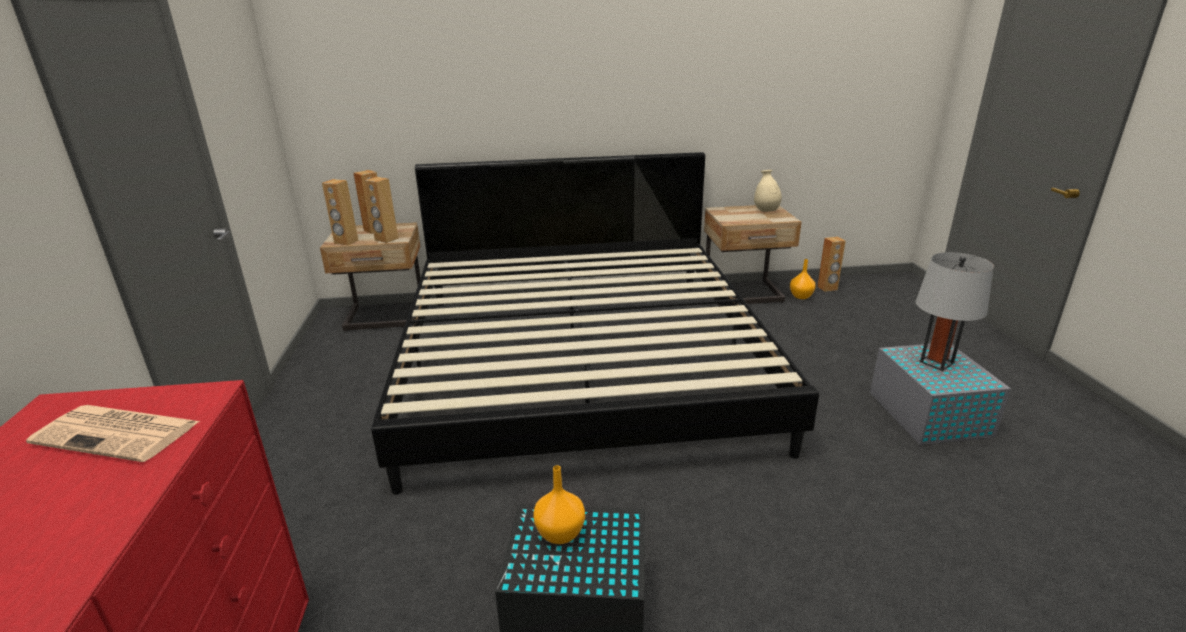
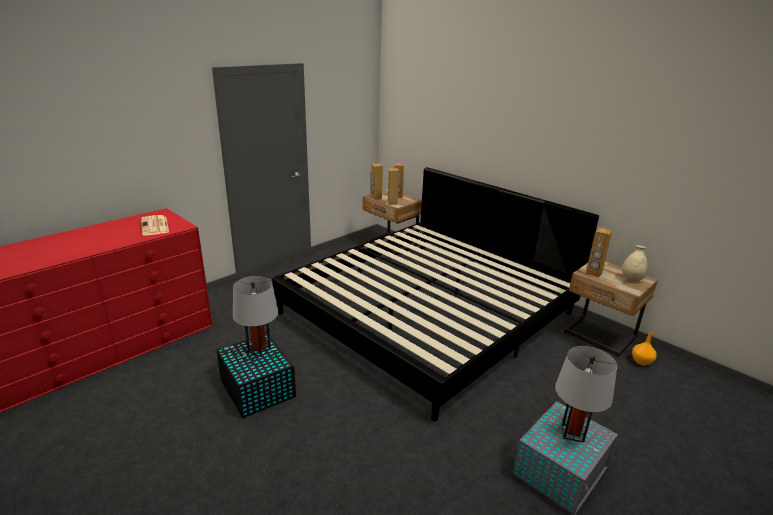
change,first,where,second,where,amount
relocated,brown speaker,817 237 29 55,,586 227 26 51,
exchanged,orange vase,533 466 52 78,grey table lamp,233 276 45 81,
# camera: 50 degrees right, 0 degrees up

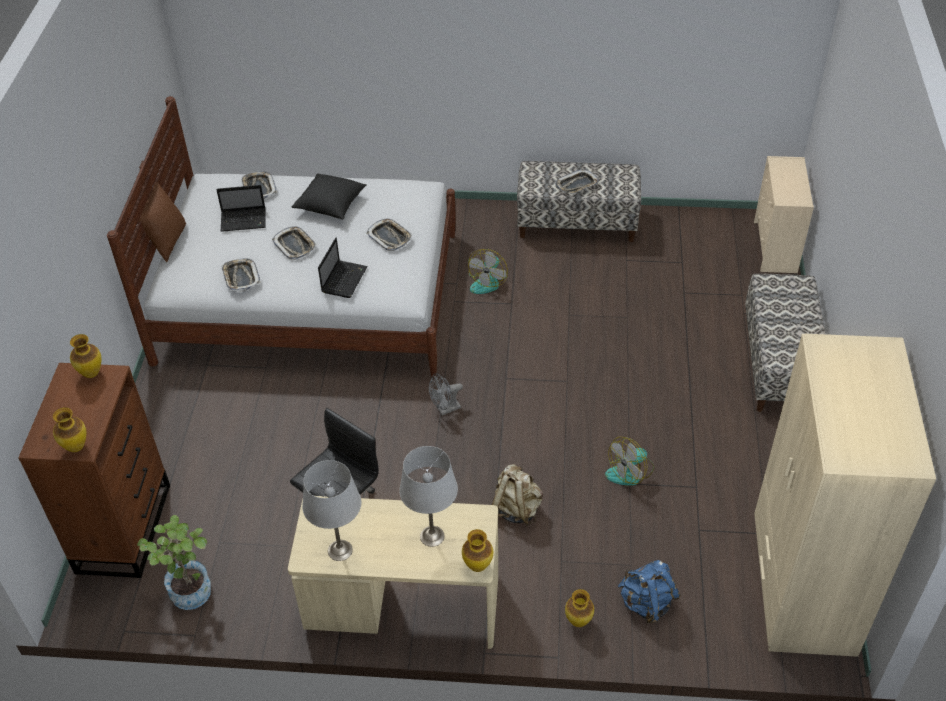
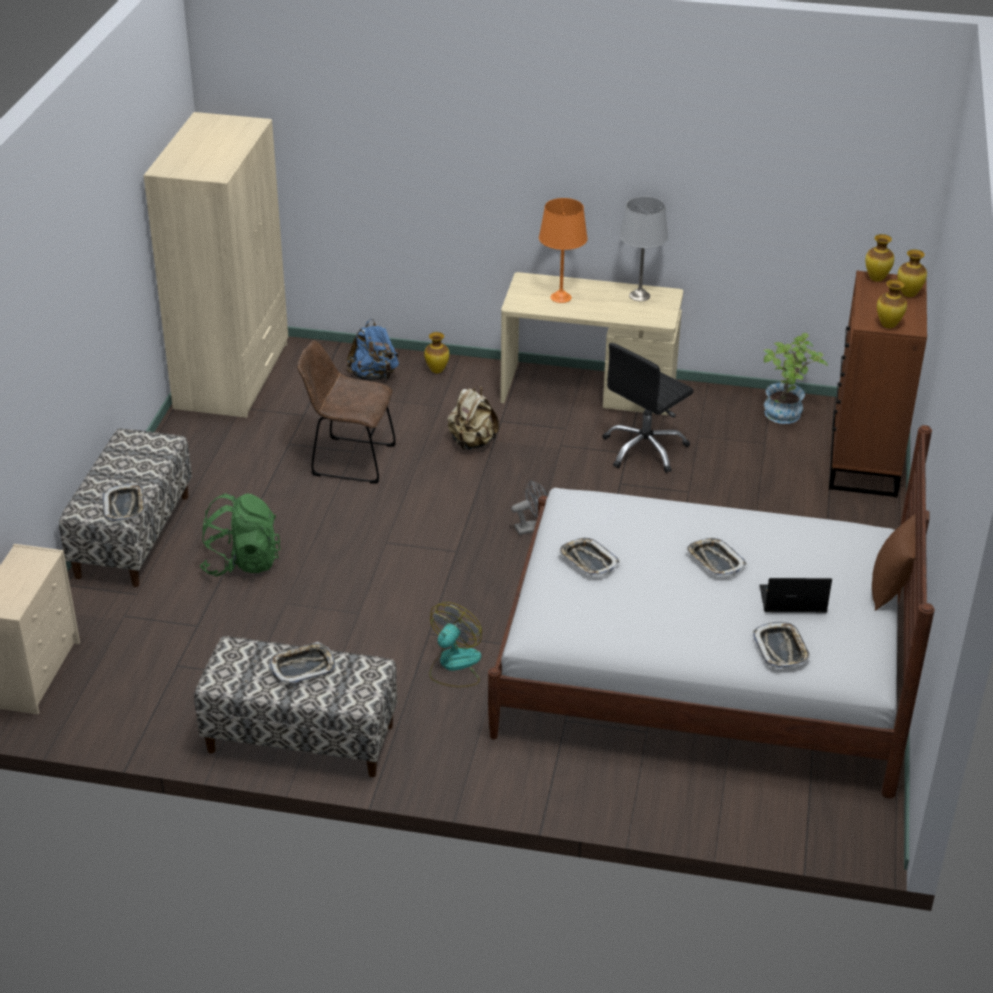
change,first,where,second,where,amount
missing,black pillow,292 173 75 47,,,
missing,laptop,318 238 50 60,,,
appeared,,,green backpack,200 493 80 84,
relocated,tray,221 259 39 33,,102 484 43 37,
relocated,vase,462 529 31 43,,898 249 29 48,
exchanged,fan,605 437 49 49,brown chair,297 340 99 144,
colour,grey table lamp,399 446 59 101,orange table lamp,539 198 49 105,
# camera: 175 degrees left, 10 degrees down

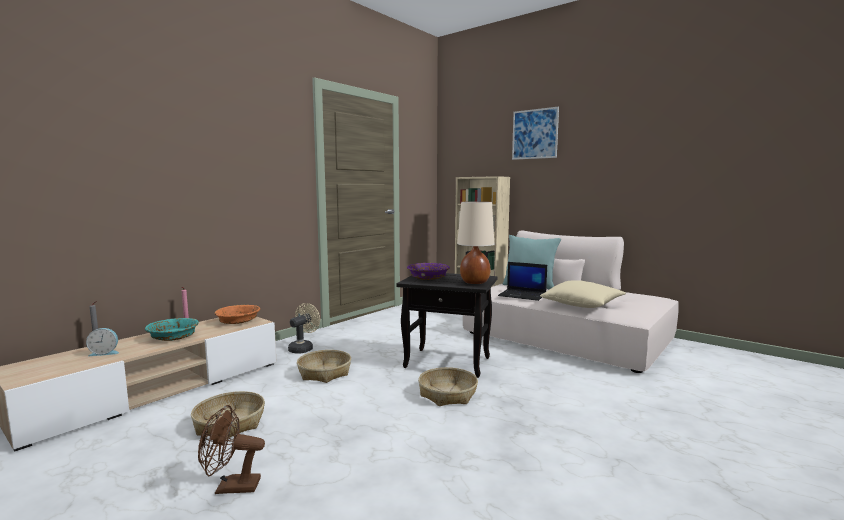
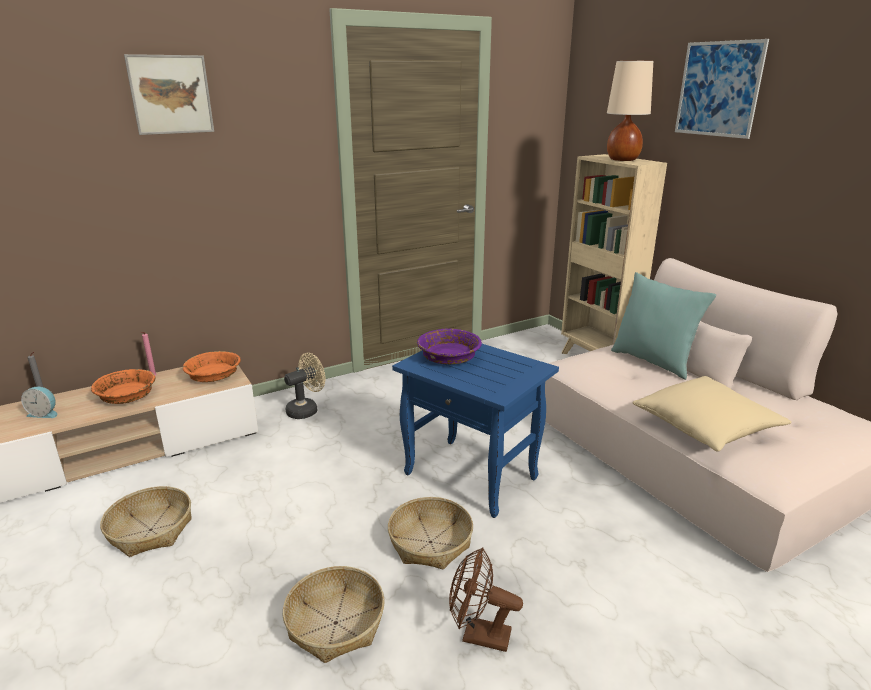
change,first,where,second,where,amount
missing,laptop,498 262 49 39,,,
appeared,,,picture,124 54 90 81,
relocated,brown fan,198 405 67 89,,449 548 74 104,
relocated,basket,297 350 54 33,,283 566 102 97,
relocated,beige table lamp,457 201 37 83,,607 61 46 100,
colour,turquoise bowl,145 318 54 23,orange bowl,91 369 65 35,
colour,black side table,396 273 102 105,blue side table,392 344 167 174,
# camera: 20 degrees right, 15 degrees up

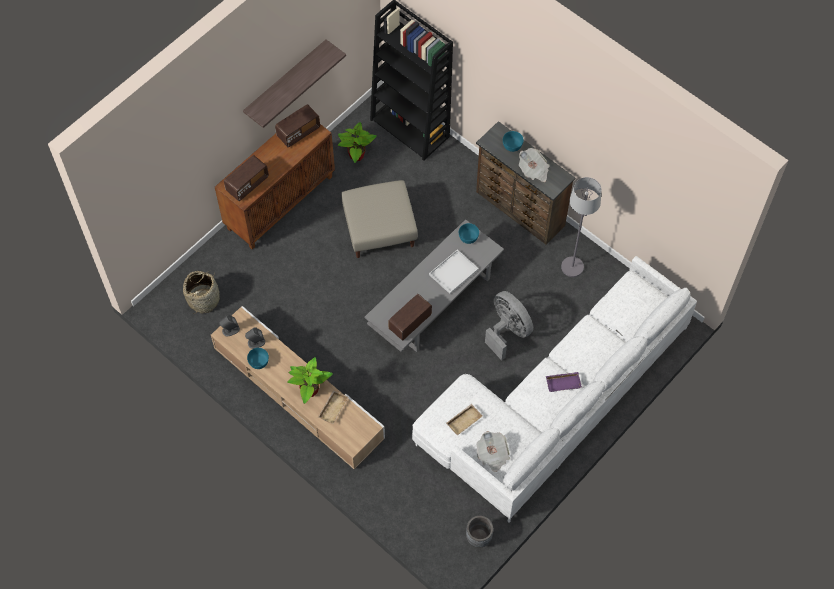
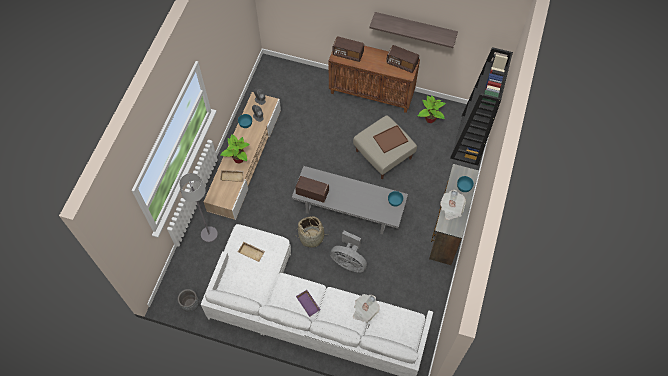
change,first,where,second,where,amount
missing,white tray,429 249 50 45,,,
appeared,,,brown tray,373 125 35 28,
relocated,basket,183 271 37 43,,297 216 31 31,
relocated,newspaper,476 431 34 41,,353 294 26 29,
relocated,grey floor lamp,561 177 40 100,,179 173 39 69,
spun,grey fan,485 291 48 69,,330 231 37 42,90 degrees clockwise
# camera: 65 degrees right, 0 degrees up

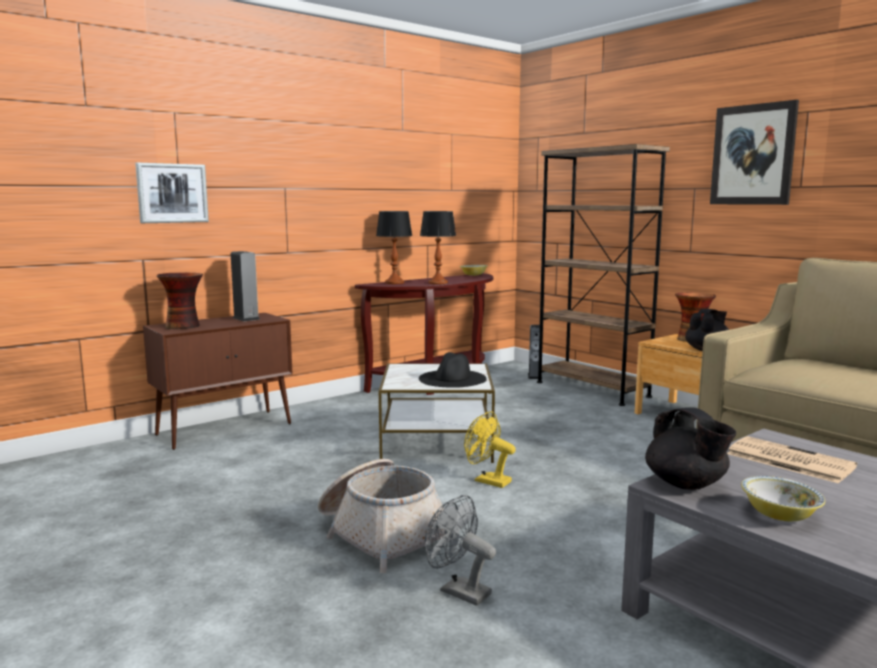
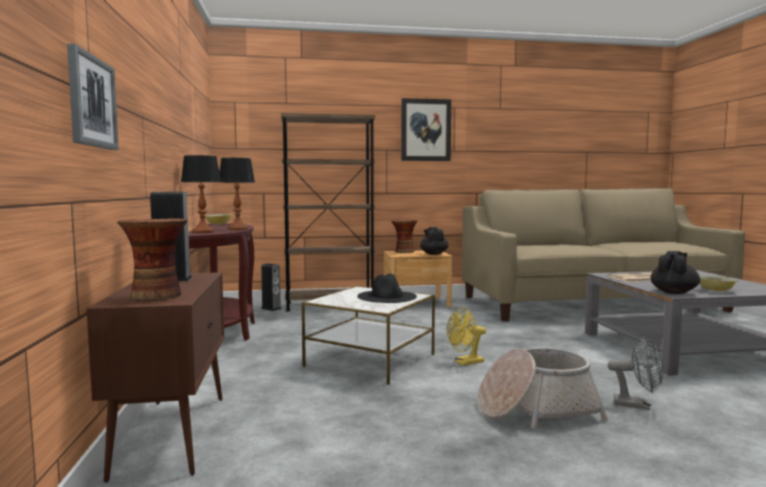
change,first,where,second,where,amount
spun,grey fan,425 495 71 111,,608 336 56 74,135 degrees counterclockwise
spun,black teapot,645 407 91 83,,651 251 49 43,60 degrees counterclockwise
# camera: 60 degrees left, 5 degrees down

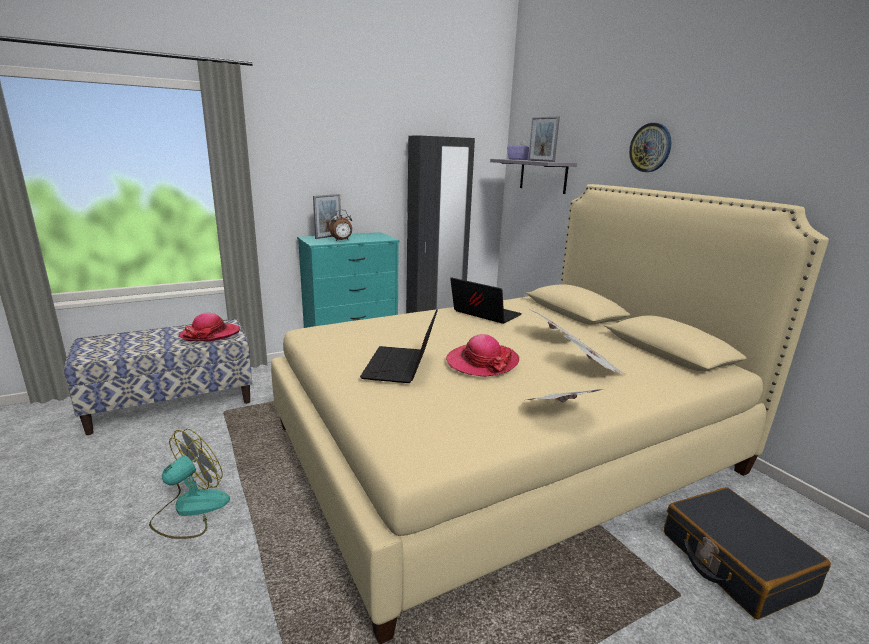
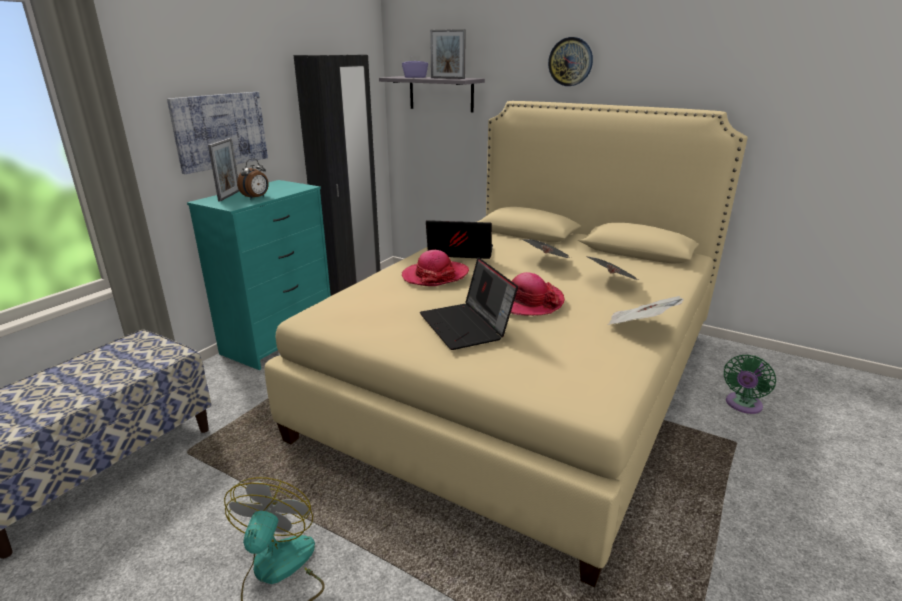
change,first,where,second,where,amount
appeared,,,picture,167 92 101 82,
relocated,hat,179 313 61 28,,402 250 67 36,
exchanged,black suitcase,664 487 167 132,green fan,724 354 52 60,
# camera: 30 degrees left, 5 degrees up

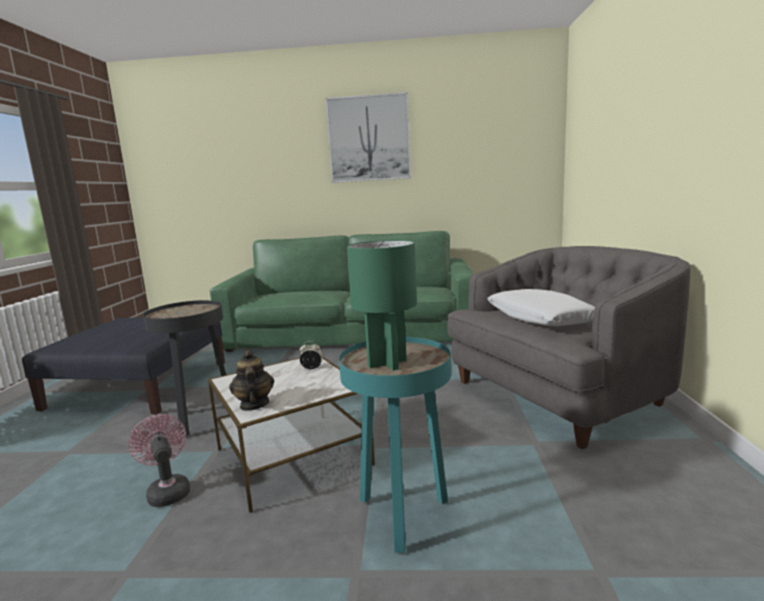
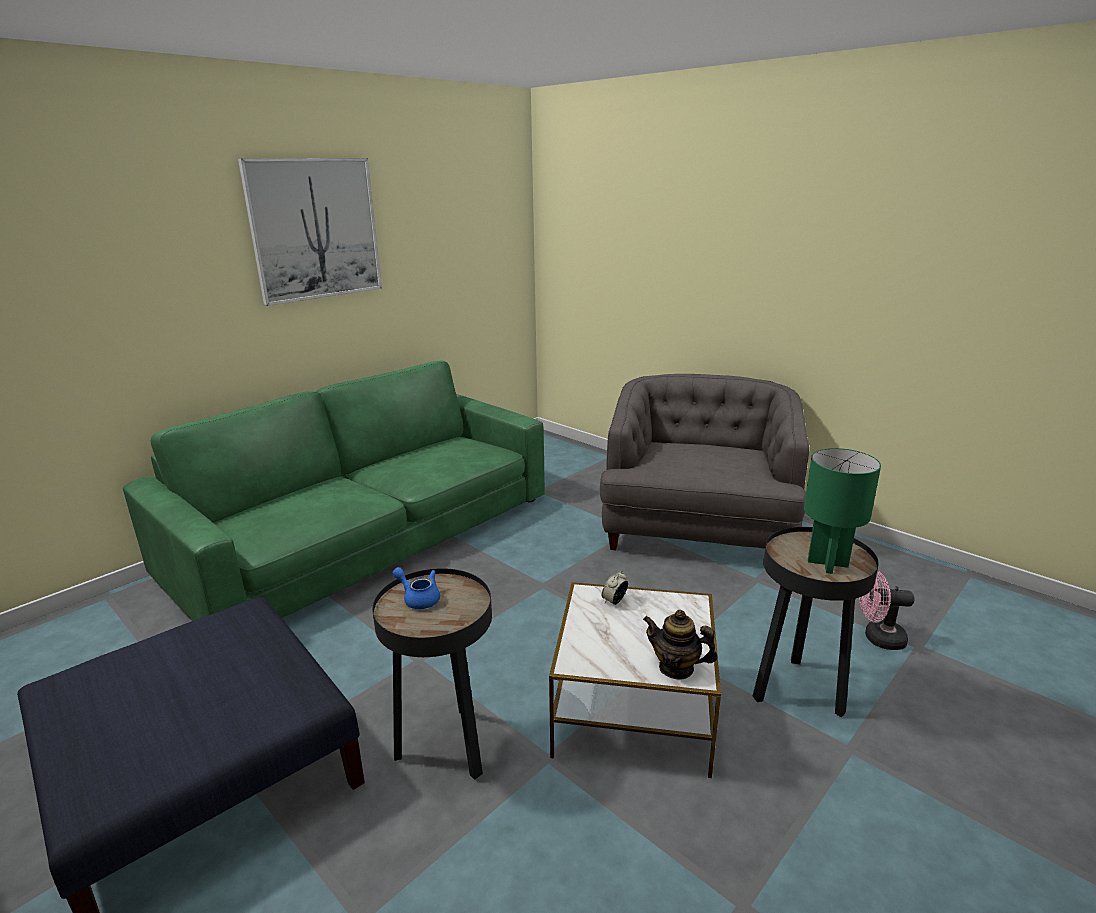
change,first,where,second,where,amount
missing,white pillow,487 289 108 37,,,
appeared,,,blue teapot,393 567 47 42,
relocated,pink fan,128 414 62 93,,859 571 56 79,
colour,turquoise side table,339 337 112 216,black side table,753 527 126 190,
# camera: 50 degrees left, 10 degrees up

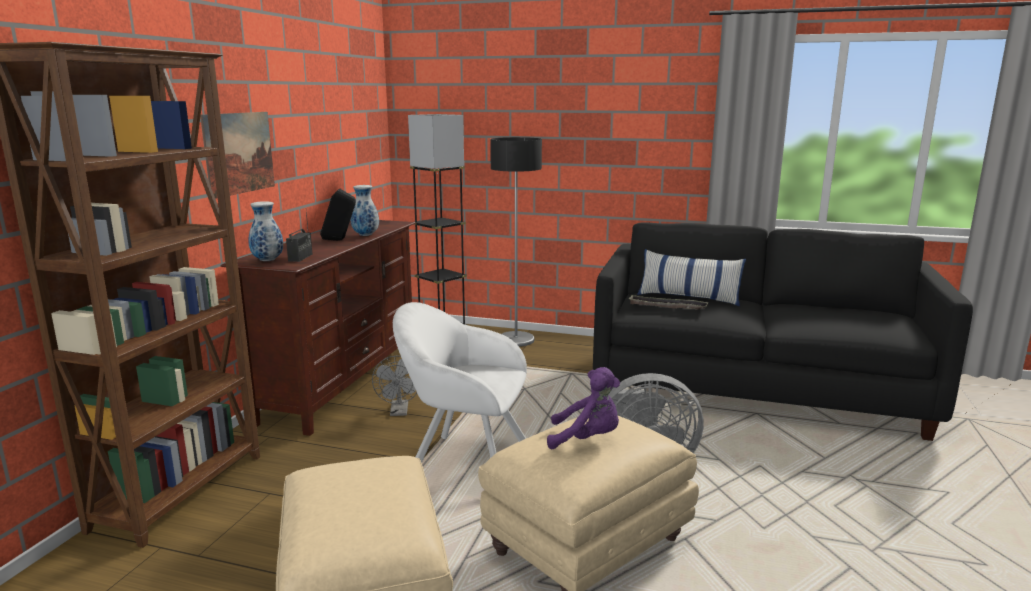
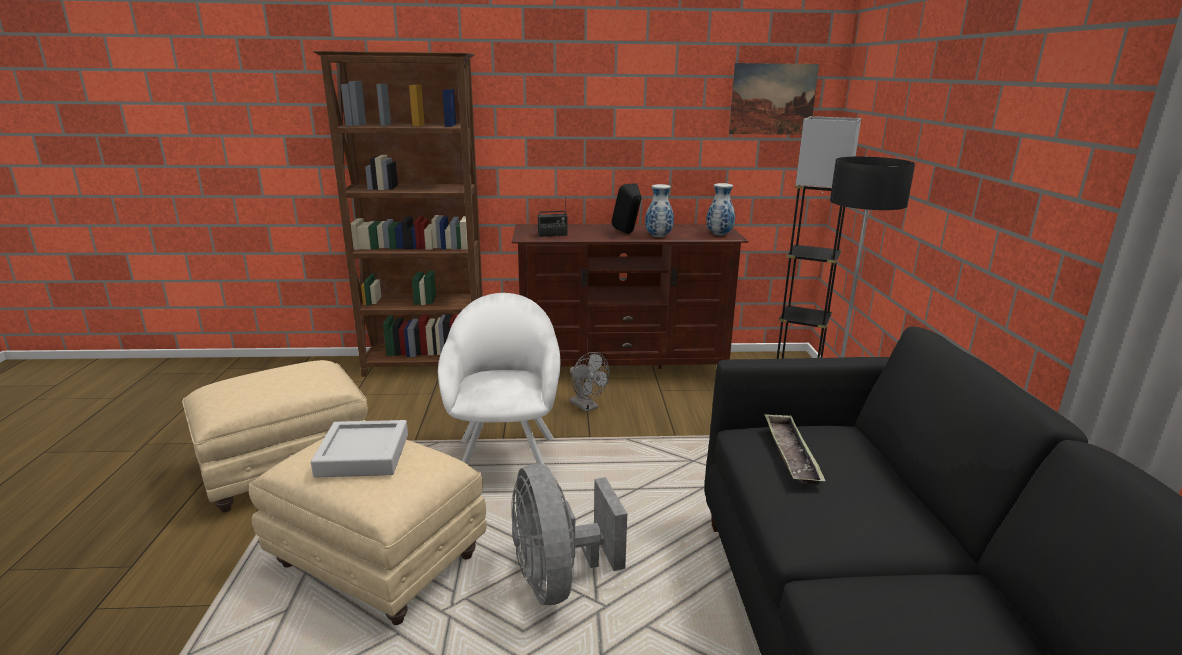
change,first,where,second,where,amount
missing,pillow,637 249 109 57,,,
relocated,picture,200 112 75 87,,729 63 90 72,
relocated,vase,248 201 35 60,,706 183 29 52,
exchanged,purple plush toy,547 367 73 82,grey tray,311 420 97 57,
spun,grey fan,372 356 45 60,,569 352 40 60,105 degrees counterclockwise
# camera: 70 degrees right, 5 degrees up

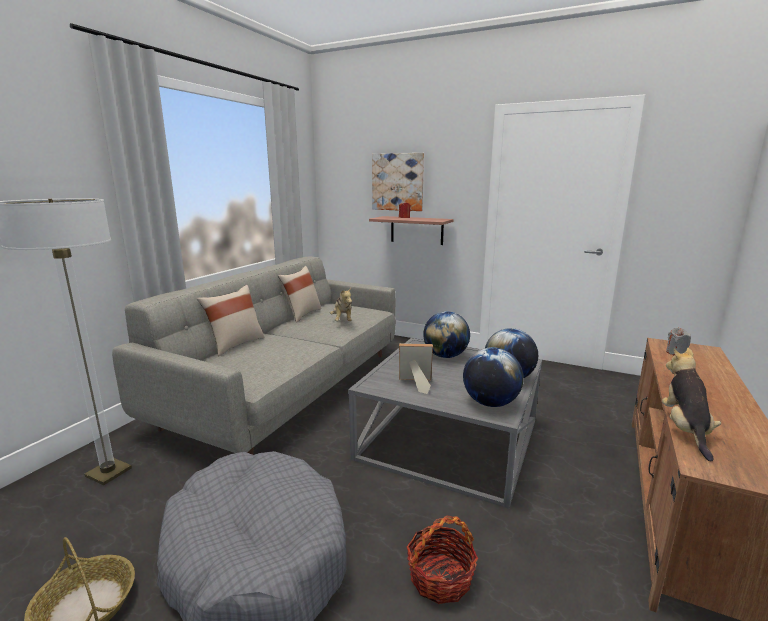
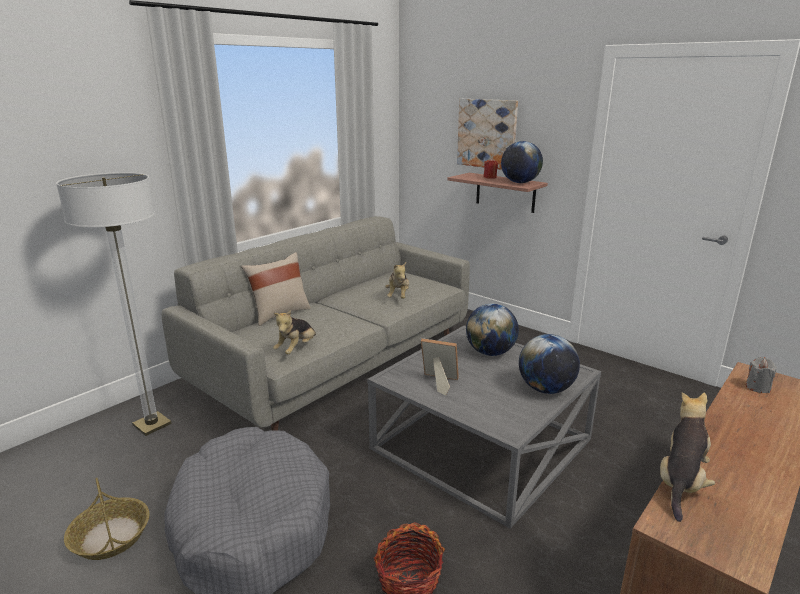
change,first,where,second,where,amount
missing,beige pillow,278 266 43 57,,,
appeared,,,plush toy,273 310 43 44,
relocated,globe,463 347 61 60,,501 141 42 42,
# camera: 15 degrees right, 5 degrees up

